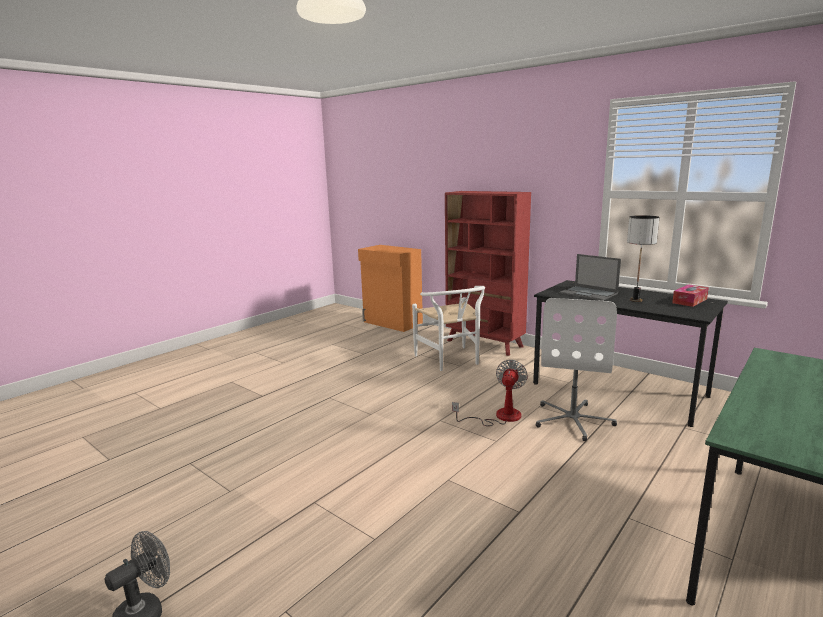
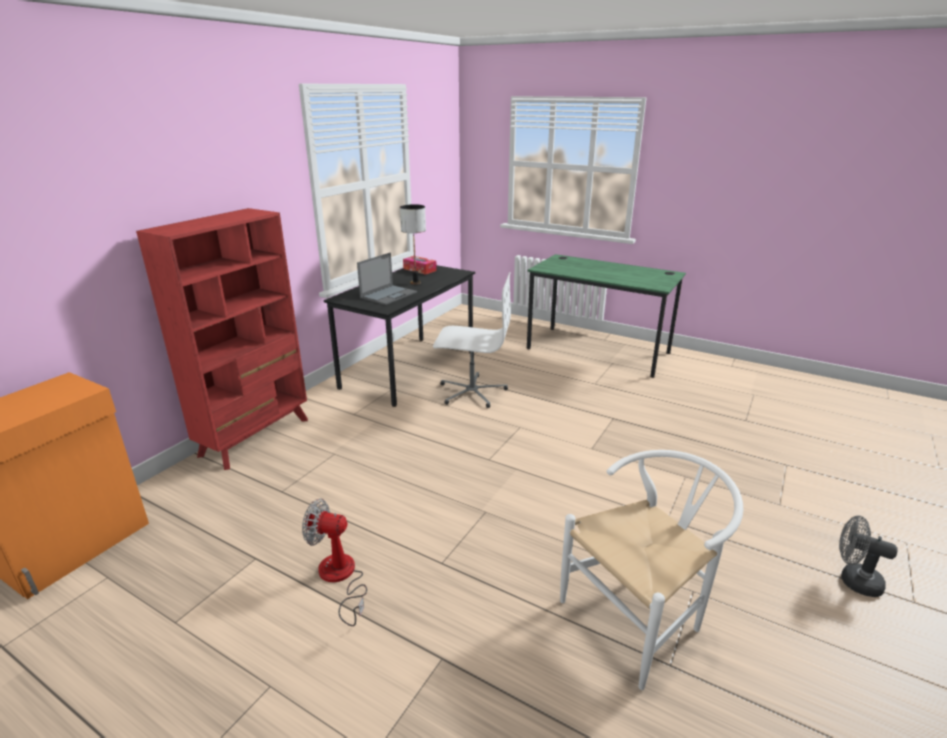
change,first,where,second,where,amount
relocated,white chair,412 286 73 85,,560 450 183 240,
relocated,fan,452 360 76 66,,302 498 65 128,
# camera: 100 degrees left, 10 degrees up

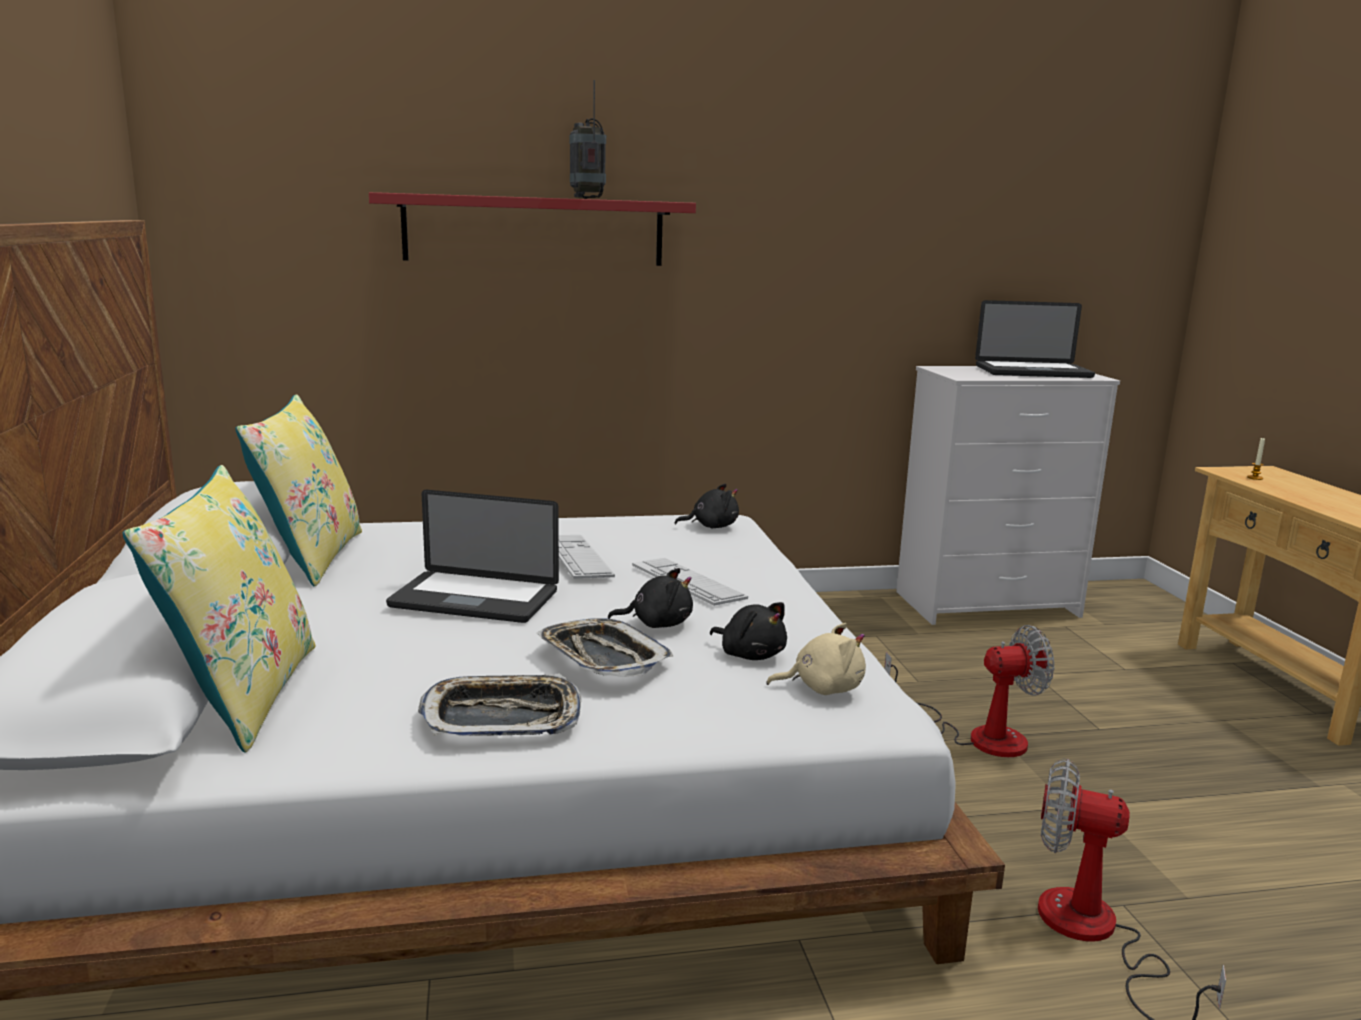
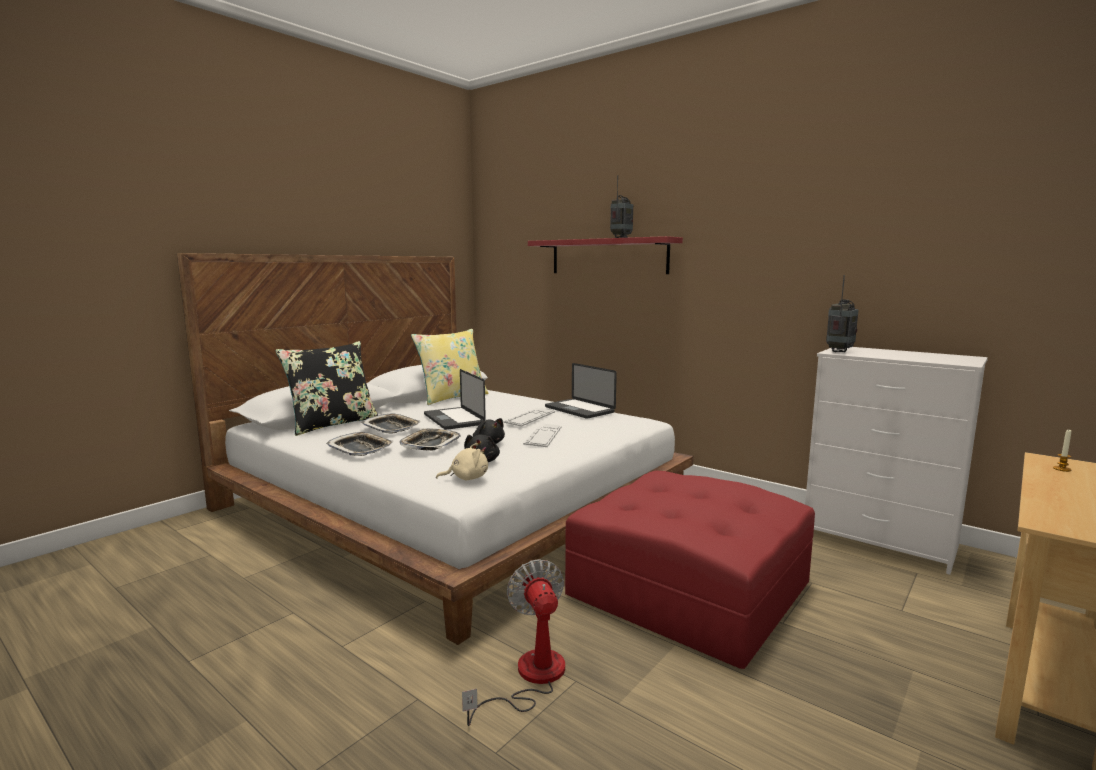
change,first,where,second,where,amount
missing,black plush toy,675 484 64 44,,,
appeared,,,tray,361 414 60 19,
appeared,,,radio,826 275 33 77,
relocated,laptop,975 300 120 78,,545 363 72 56,
exchanged,fan,884 625 170 132,red ottoman,565 470 250 199,
colour,yellow pillow,123 465 192 288,black pillow,275 341 103 95,
spun,beige plush toy,766 623 100 72,,436 443 52 37,60 degrees counterclockwise
# camera: 50 degrees right, 5 degrees down

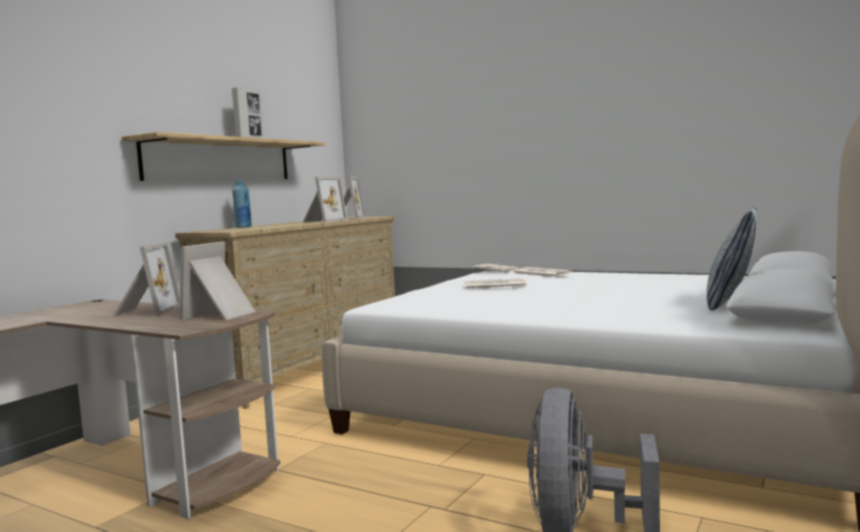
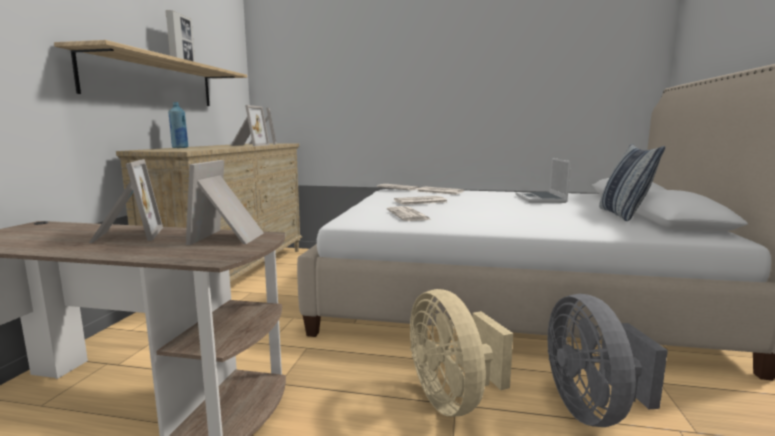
change,first,where,second,where,amount
appeared,,,newspaper,387 206 44 15,
appeared,,,beige fan,410 289 103 128,
appeared,,,laptop,516 158 55 45,
# camera: 20 degrees left, 5 degrees up

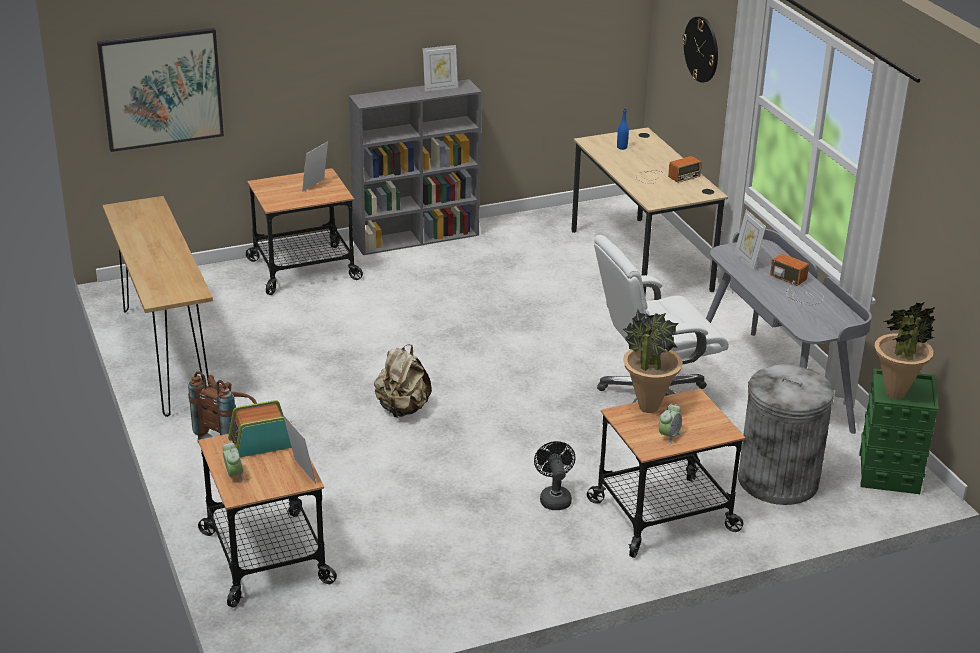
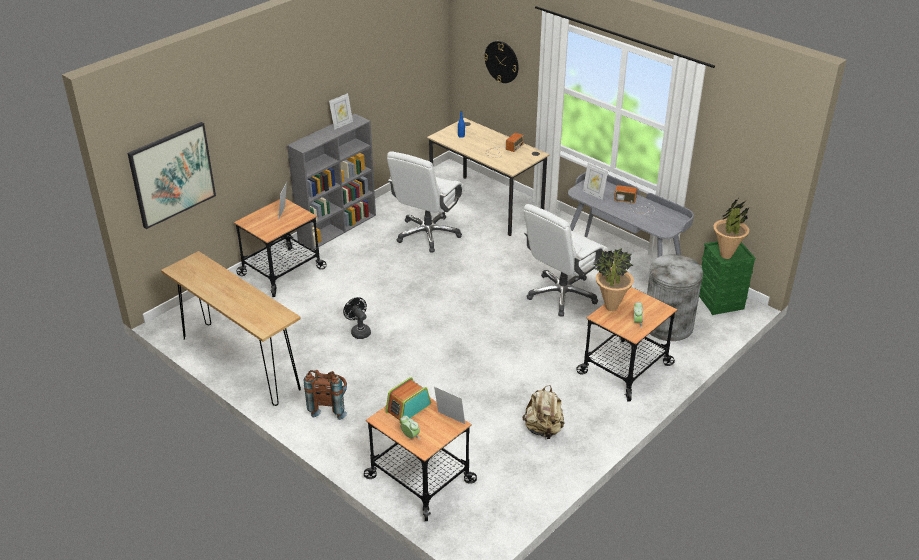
change,first,where,second,where,amount
appeared,,,white office chair,387 151 78 102,
relocated,beige backpack,374 344 58 74,,522 385 42 54,
relocated,black fan,534 441 41 69,,343 297 28 42,
# camera: 25 degrees left, 5 degrees up

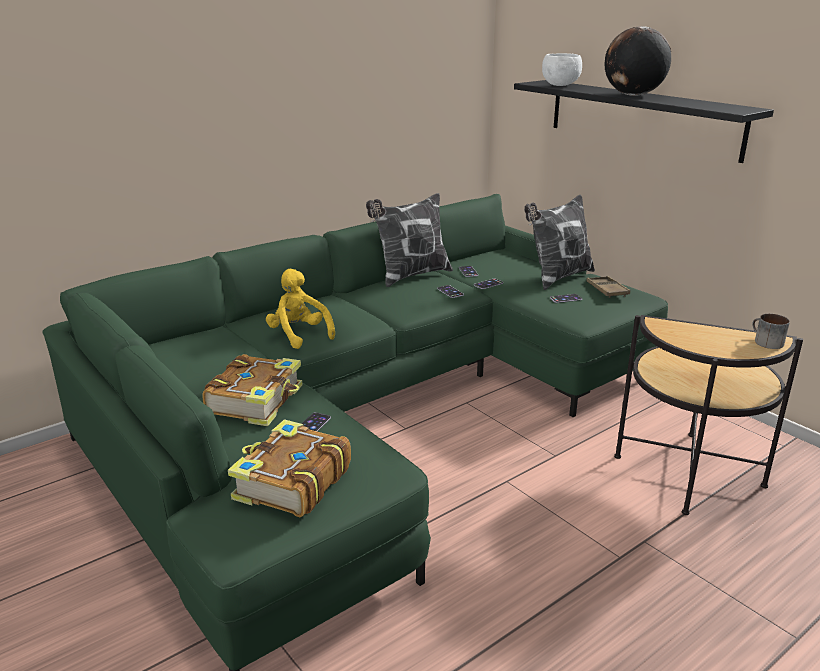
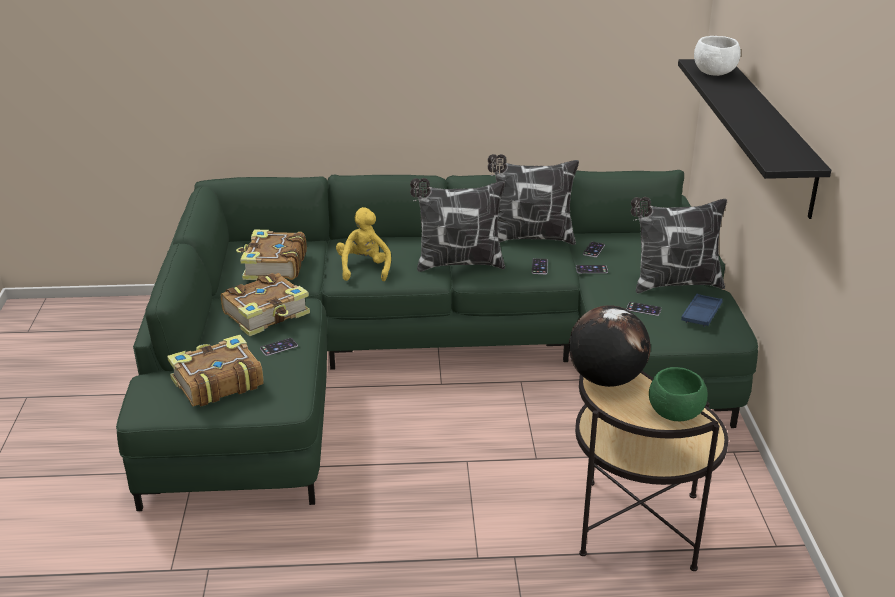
change,first,where,second,where,amount
appeared,,,book,236 230 71 50,
appeared,,,pillow,410 178 95 94,
relocated,globe,605 26 66 70,,569 305 82 82,
exchanged,mug,752 314 38 35,green bowl,649 367 58 54,
colour,brown tray,586 276 44 22,blue tray,681 294 42 33,
# camera: 35 degrees right, 5 degrees up

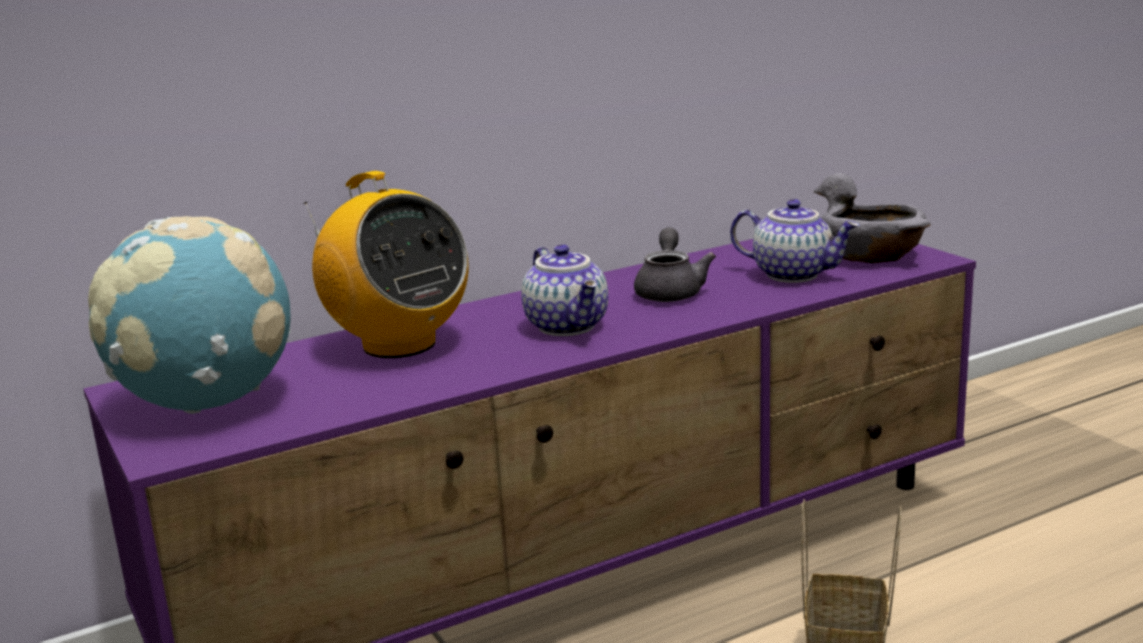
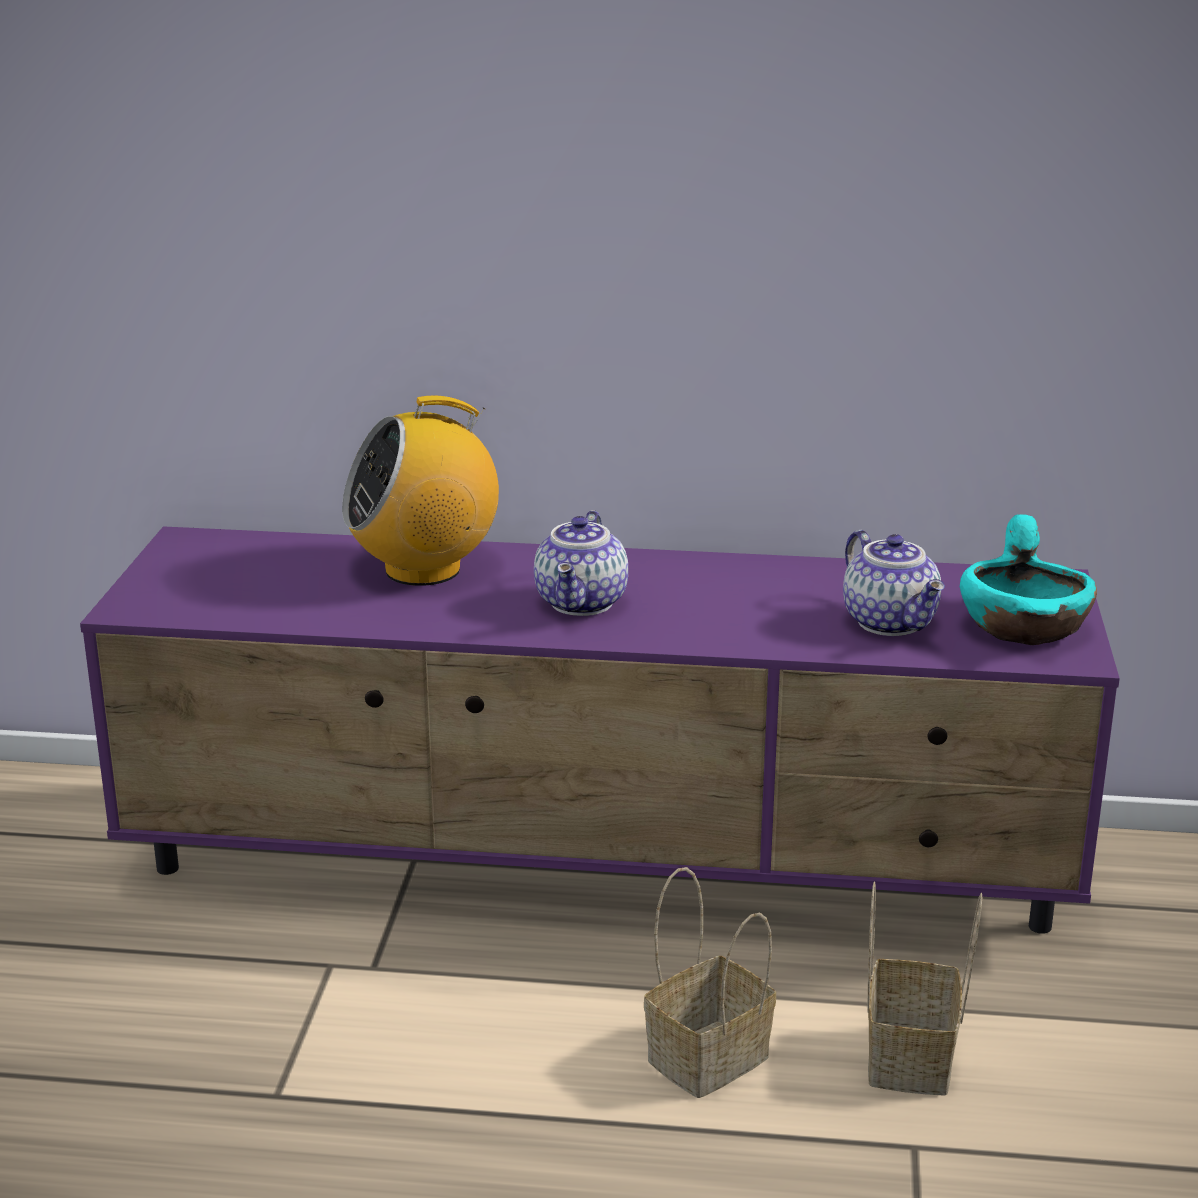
change,first,where,second,where,amount
missing,globe,88 216 203 198,,,
missing,grey teapot,634 228 82 74,,,
appeared,,,basket,867 882 115 214,
colour,grey bowl,813 173 118 90,turquoise bowl,960 514 137 131,
spun,radio,303 171 166 187,,342 396 157 190,75 degrees clockwise
# camera: 35 degrees right, 5 degrees up

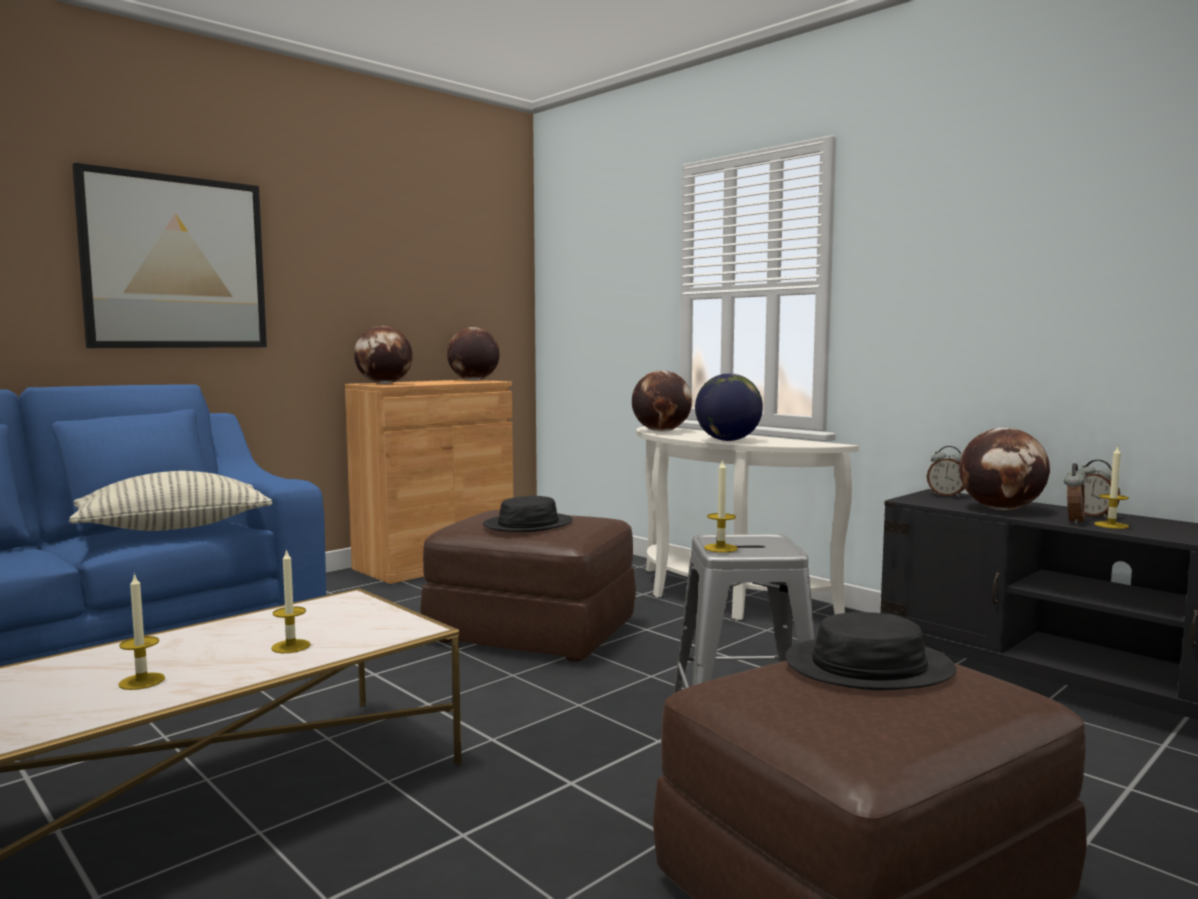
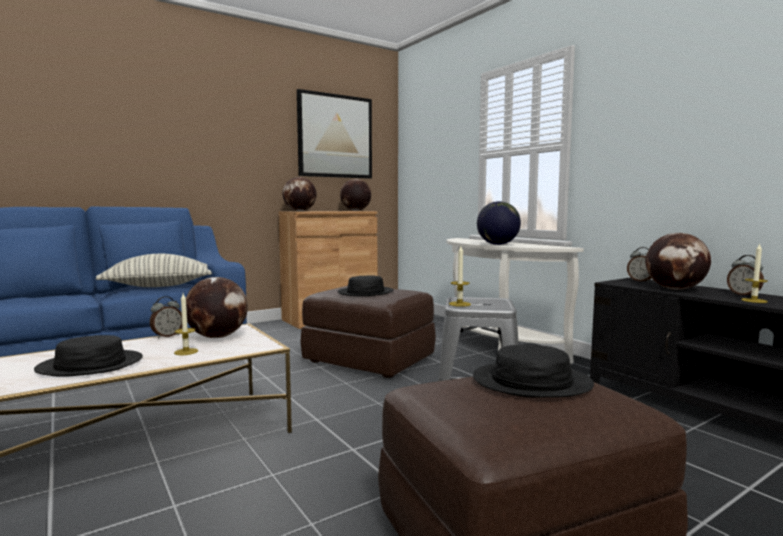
change,first,where,second,where,amount
relocated,picture,72 163 195 185,,297 89 75 90,
relocated,globe,632 370 60 62,,186 277 62 61,
relocated,alarm clock,1064 463 23 61,,150 296 32 42,
exchanged,candle,118 573 47 117,black hat,34 335 109 42,
# camera: 10 degrees right, 0 degrees up

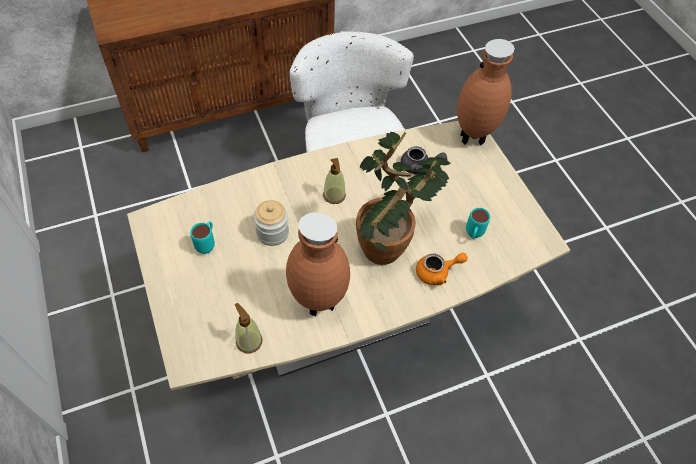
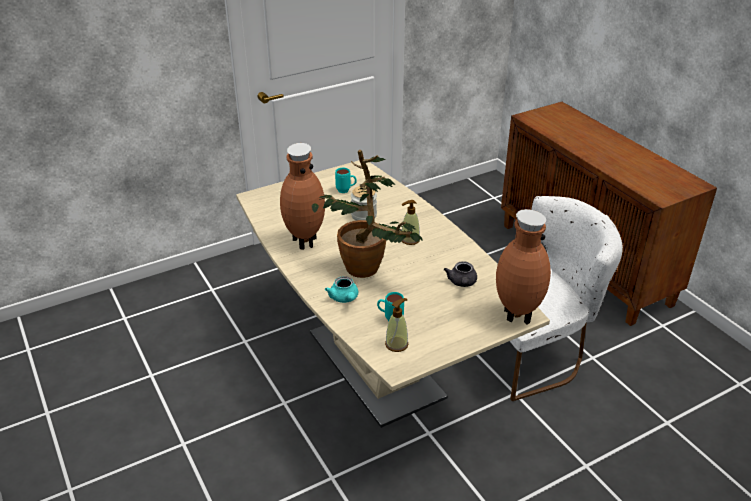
change,first,where,second,where,amount
relocated,soap dispenser,235 303 27 50,,385 298 23 54,
colour,orange teapot,416 253 52 32,turquoise teapot,325 276 33 27,
# camera: 85 degrees right, 20 degrees down

